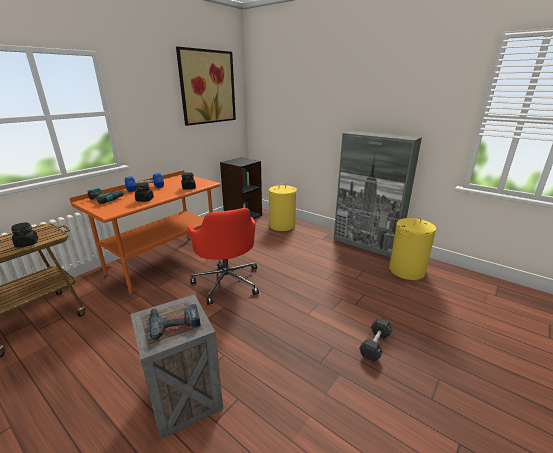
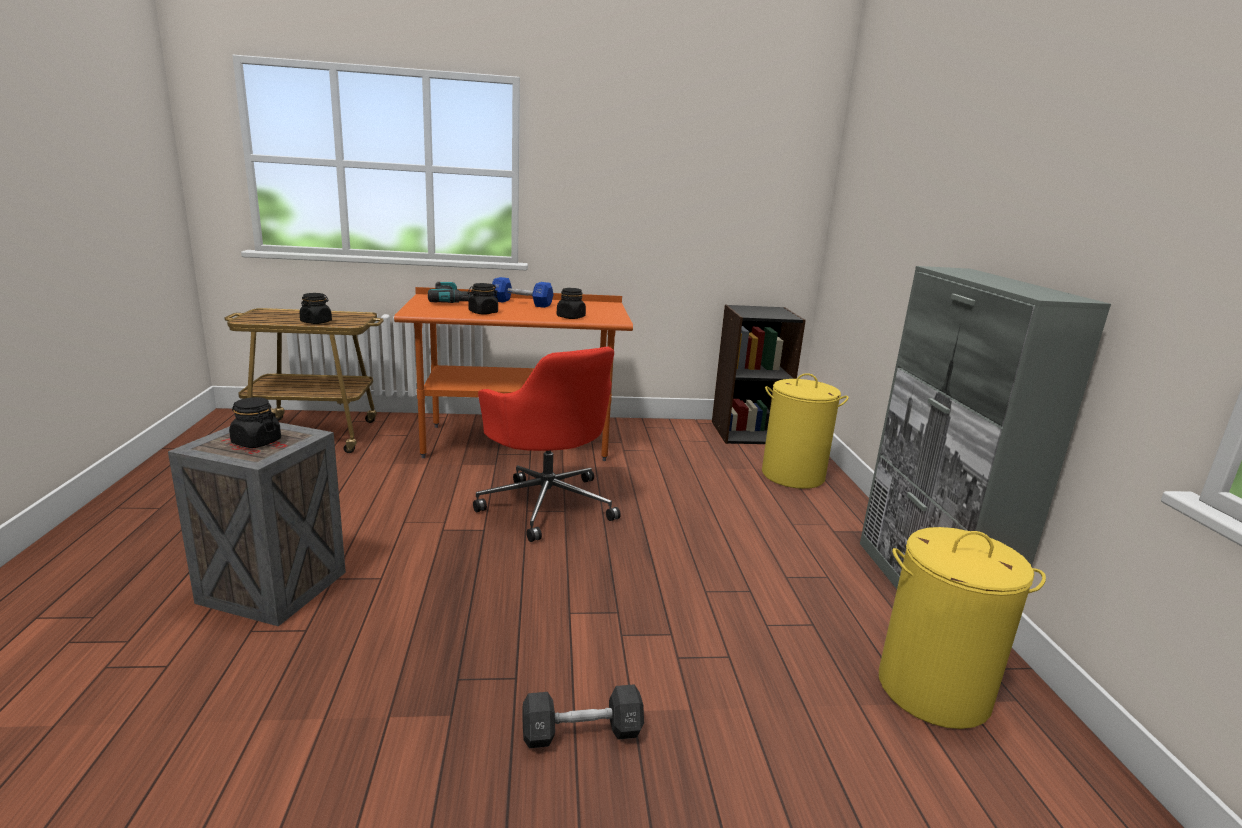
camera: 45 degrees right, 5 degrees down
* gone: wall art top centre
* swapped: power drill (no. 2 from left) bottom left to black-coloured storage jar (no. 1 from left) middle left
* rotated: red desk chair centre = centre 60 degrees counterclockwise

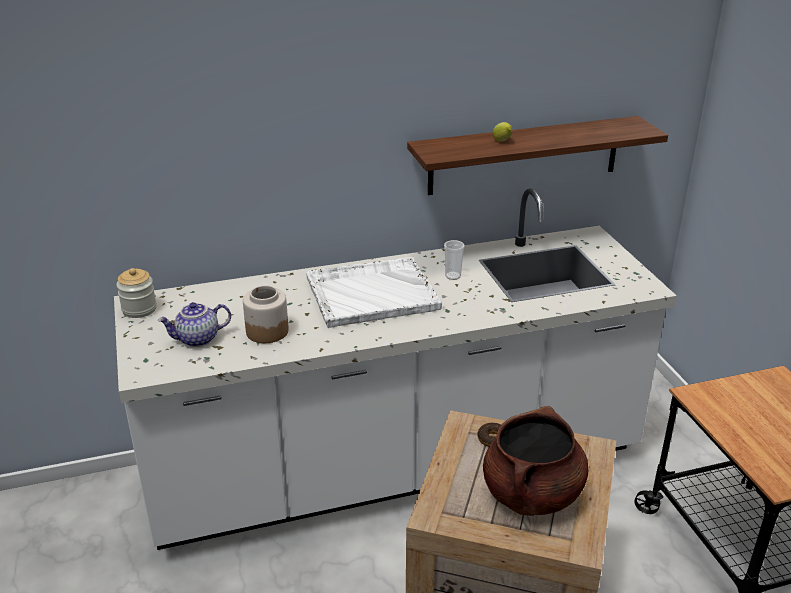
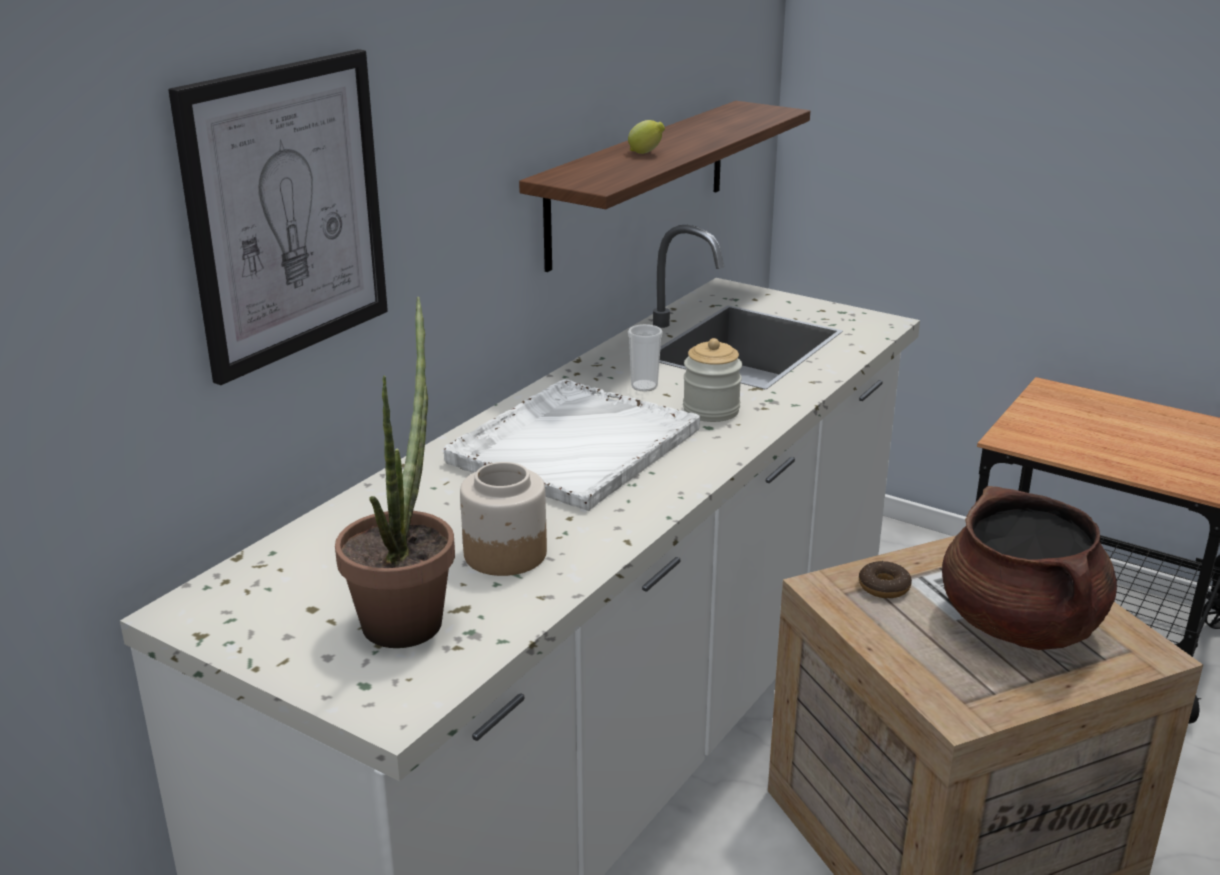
camera: 40 degrees left, 5 degrees down
* new: wall art top left
* shifted: storage jar (no. 1 from left in the first image) middle left to storage jar (no. 2 from left) centre
* swapped: pot for tea middle left to plant in a pot middle left

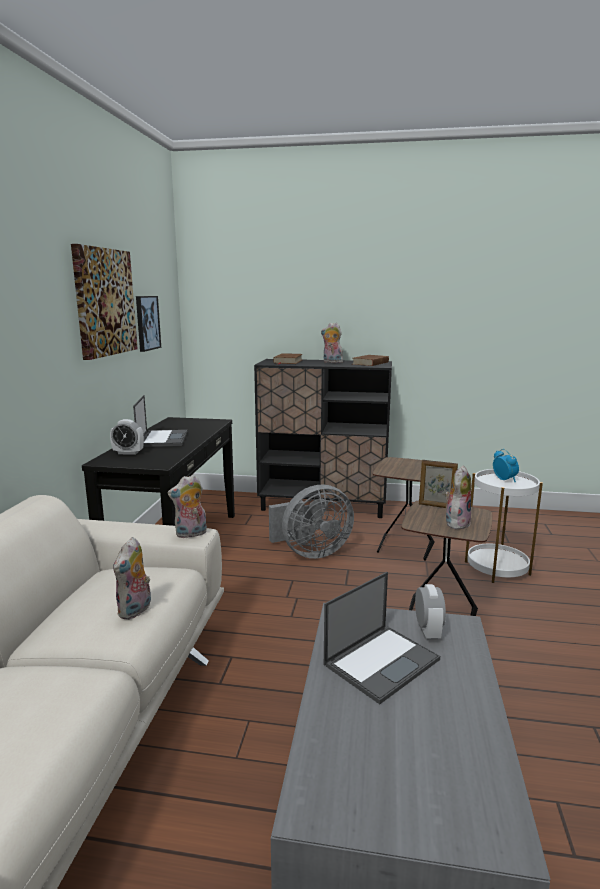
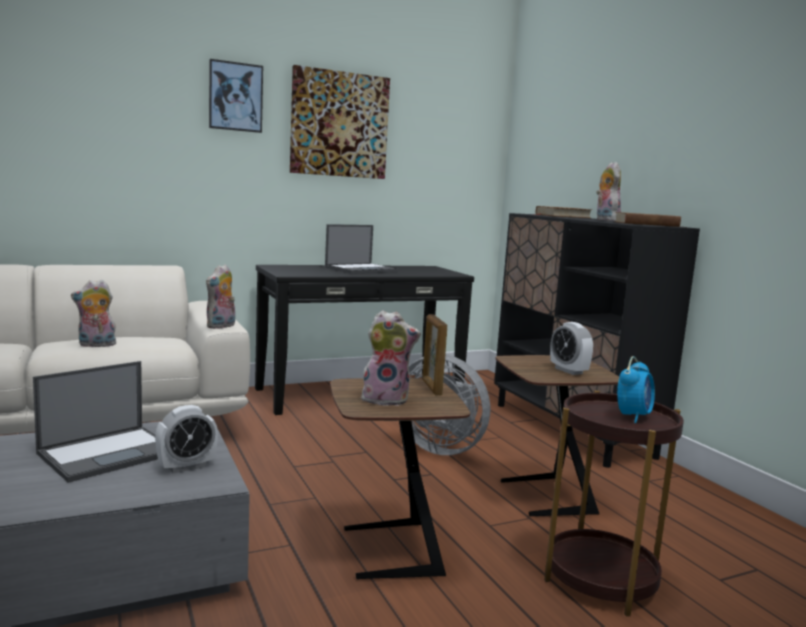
camera: 55 degrees right, 5 degrees down
* shifted: bedside clock (no. 1 from left in the first image) middle left to bedside clock (no. 2 from left) middle right
* shifted: wall art (no. 2 from left in the first image) middle left to wall art (no. 1 from left) top left
* repainted: whitish side table middle right to brown side table (no. 3 from left) bottom right
* rotated: plush toy (no. 2 from left) middle left = middle left 90 degrees counterclockwise
* rotated: notebook computer (no. 2 from left in the first image) bottom centre = bottom left 60 degrees counterclockwise

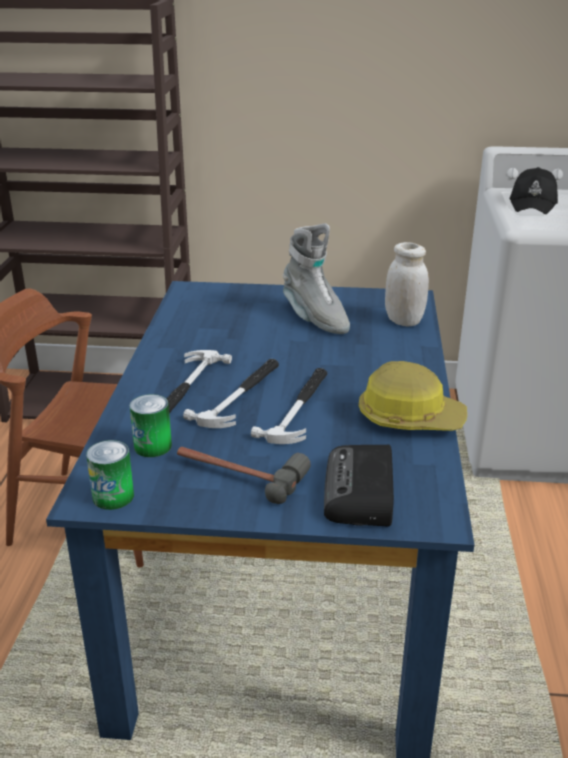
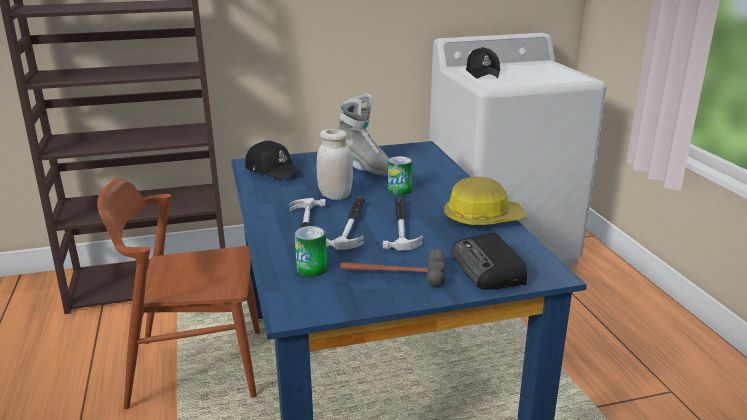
camera: 20 degrees left, 5 degrees down
* new: black-coloured cap (no. 1 from left) centre
* shifted: sealed can (no. 1 from left in the first image) middle left to sealed can (no. 2 from left) centre
* shifted: whitish storage jar middle right to centre

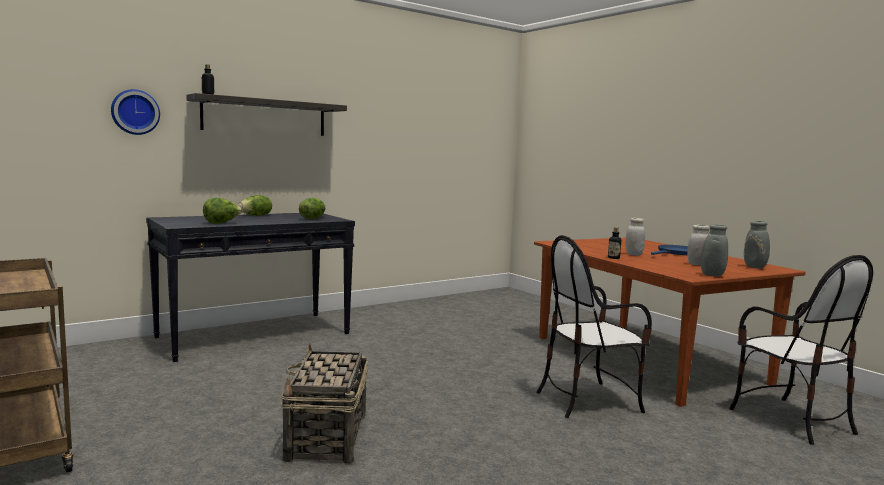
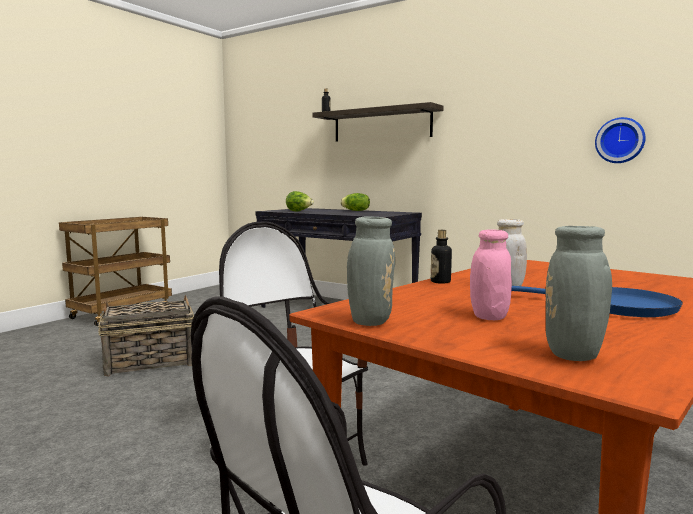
camera: 70 degrees right, 0 degrees up
* gone: lettuce head (no. 3 from left) centre
* shifted: wall clock top left to top right
* repainted: whitish storage jar (no. 2 from left) middle right to pink storage jar middle right

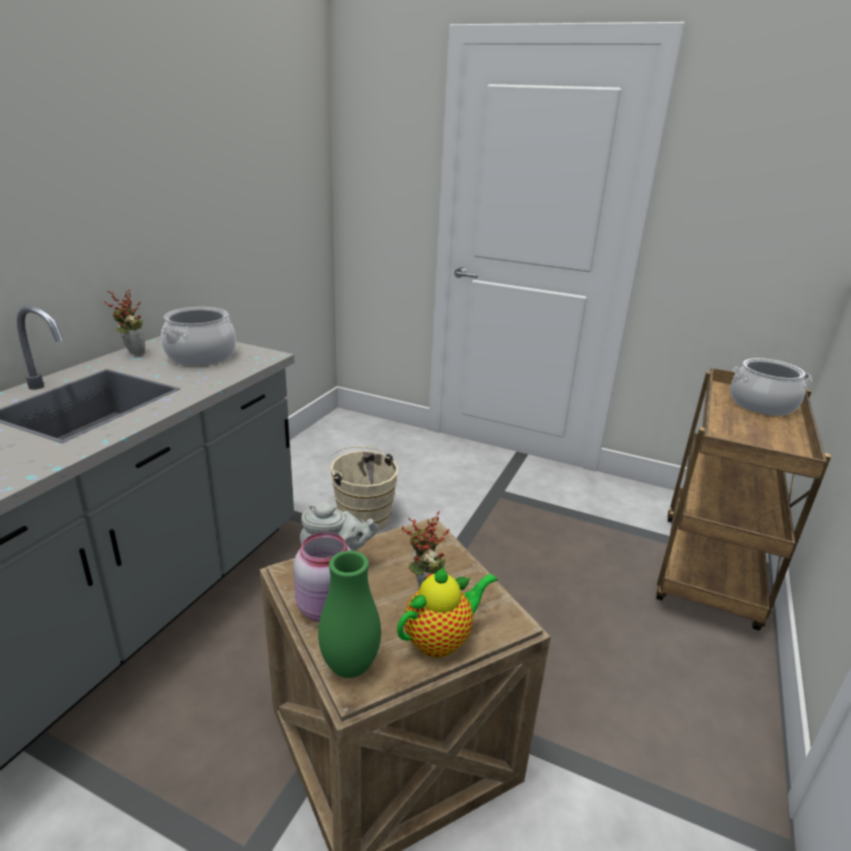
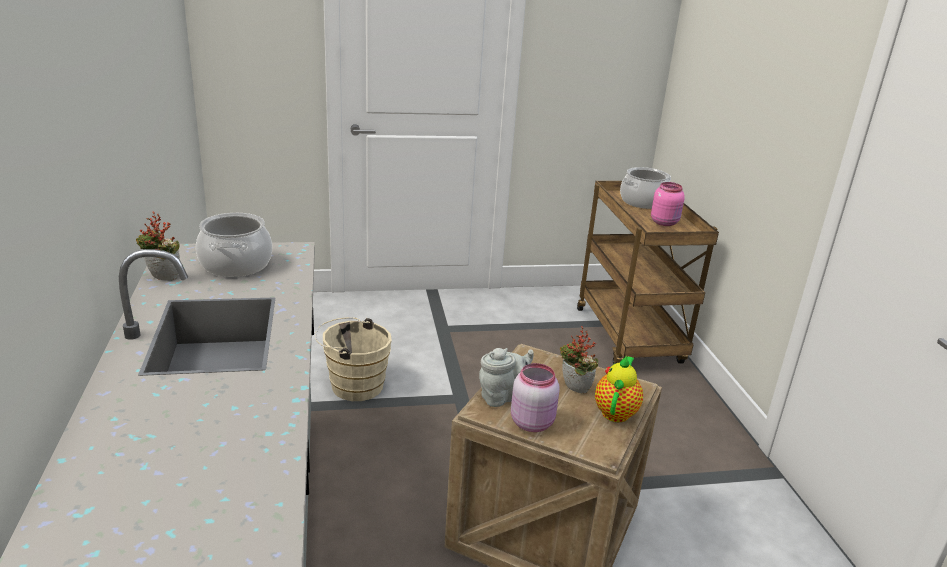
camera: 35 degrees left, 0 degrees up
* gone: greenish decorative vase bottom centre
* new: pink storage jar (no. 2 from left) middle right

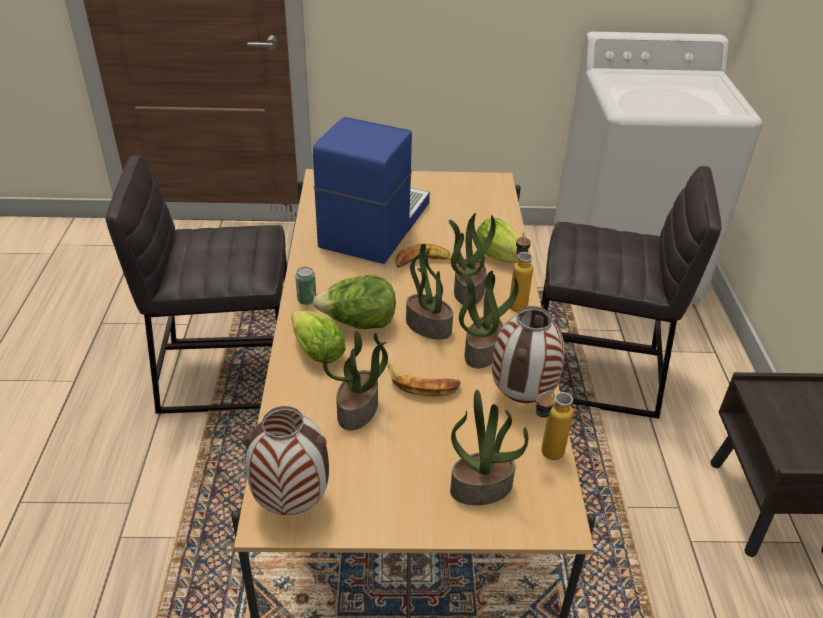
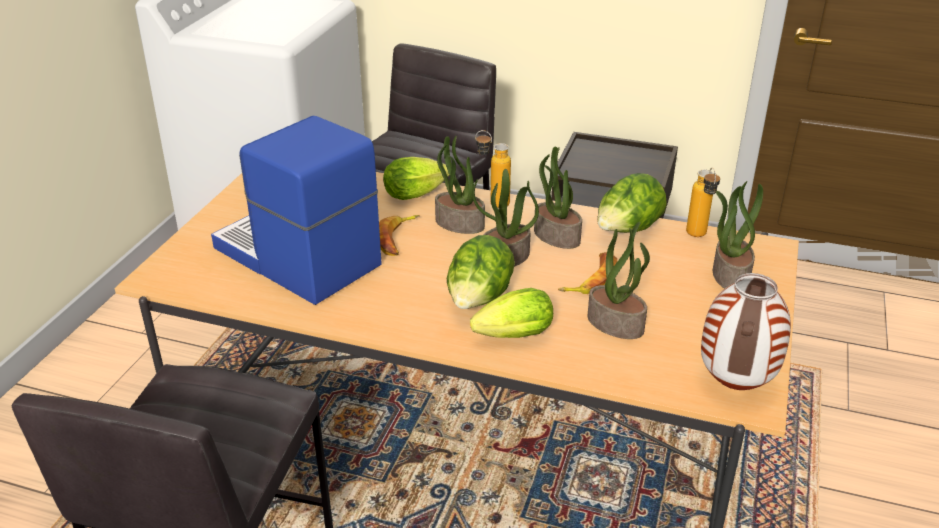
camera: 70 degrees left, 5 degrees down
* gone: sealed can centre
* swapped: decorative vase (no. 2 from left) centre to lettuce head (no. 4 from left) middle right

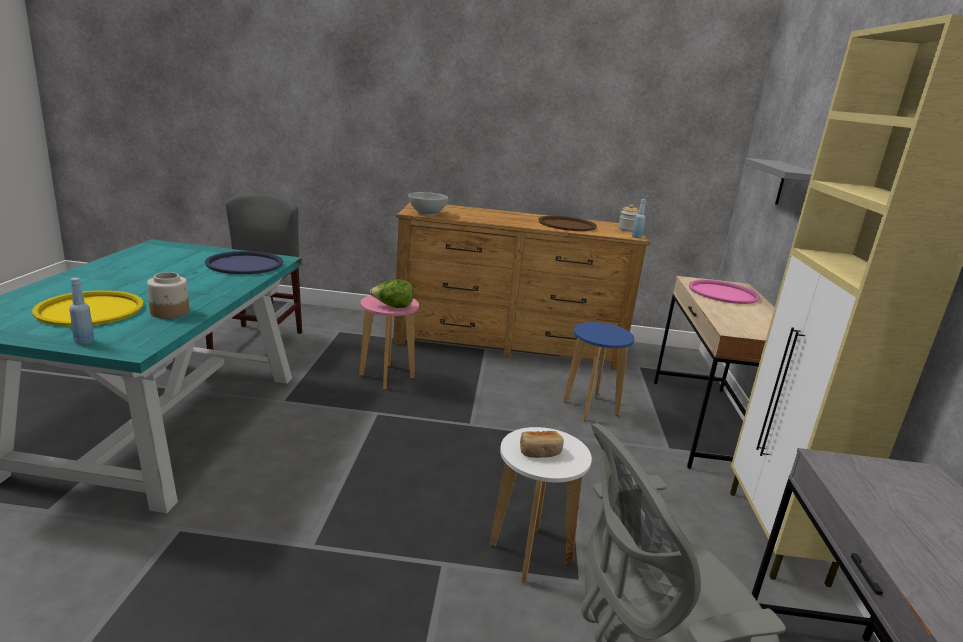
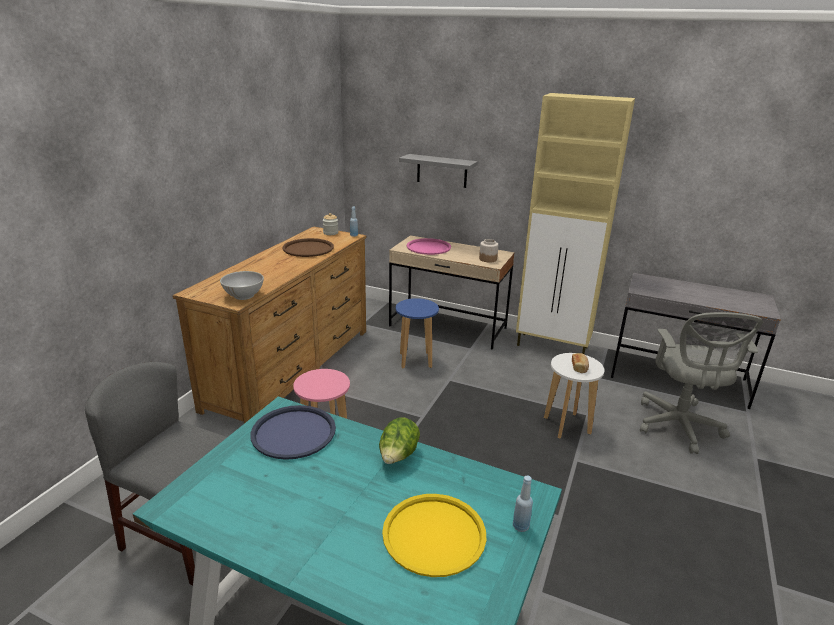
camera: 70 degrees left, 5 degrees up
* shifted: storage jar (no. 1 from left in the first image) middle left to storage jar (no. 2 from left) centre
* shifted: lettuce head centre to bottom centre

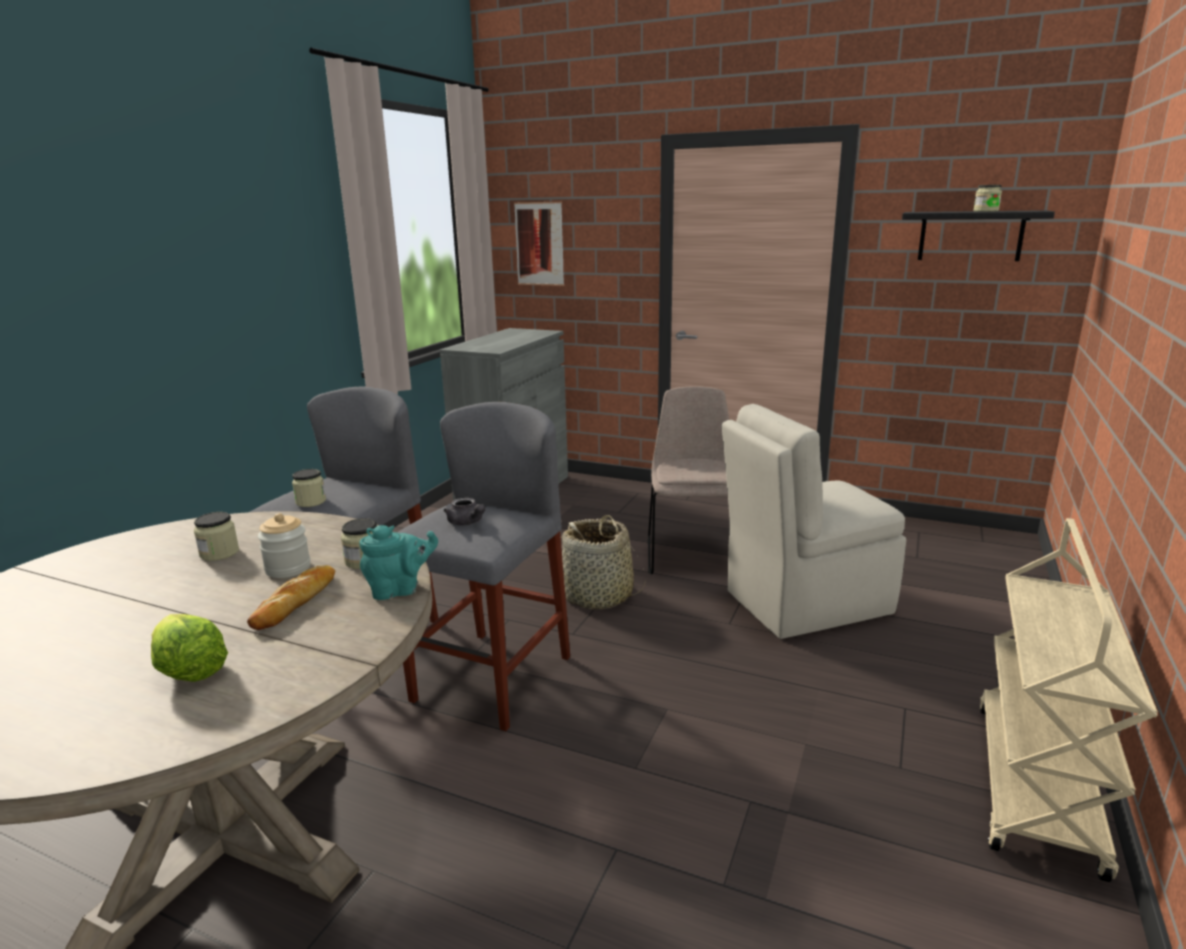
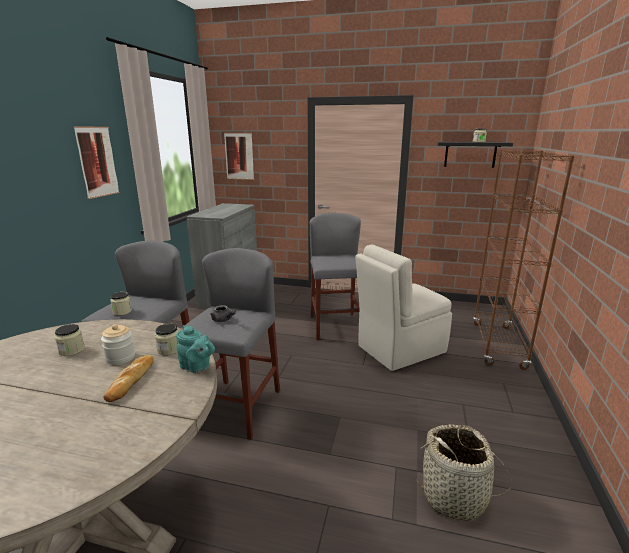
camera: 10 degrees left, 0 degrees up
* gone: lettuce head bottom left
* gone: beige trolley bottom right
* new: wall art (no. 1 from left) top left
* new: brown bookcase middle right
* shifted: storage basket centre to bottom right
* swapped: beige plain chair (no. 1 from left) centre to greyish stool (no. 3 from left) centre
* rotated: turquoise-coloured pot for tea centre = middle left 60 degrees clockwise

